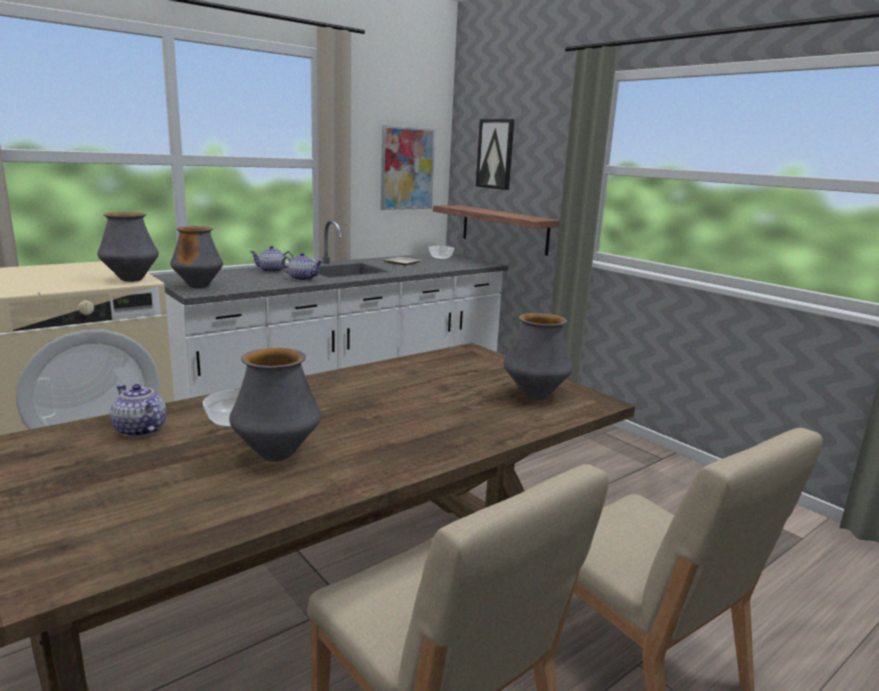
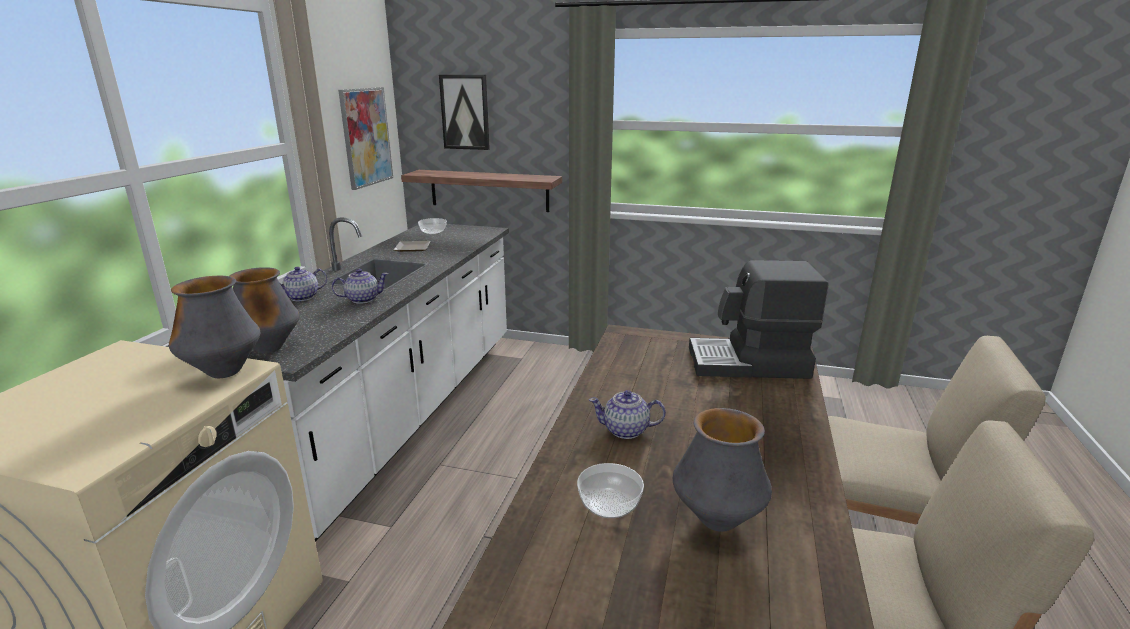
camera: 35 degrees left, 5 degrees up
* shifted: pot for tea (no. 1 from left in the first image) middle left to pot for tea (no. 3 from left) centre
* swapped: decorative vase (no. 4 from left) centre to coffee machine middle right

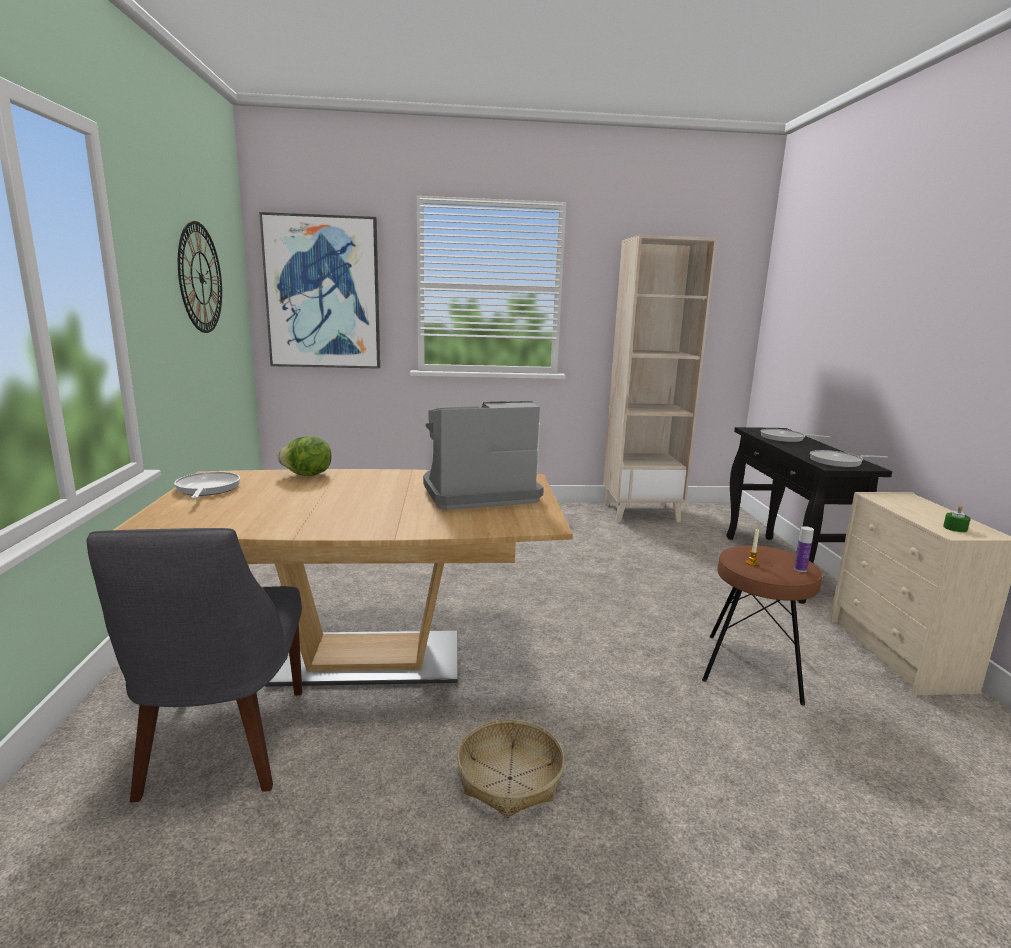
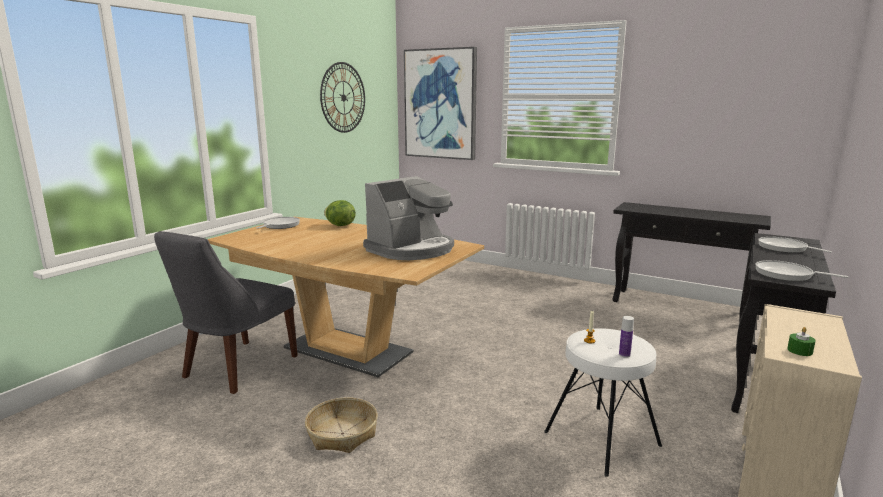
camera: 35 degrees right, 0 degrees up
* swapped: beige bookcase centre to black-coloured console table (no. 1 from left) middle right
* repainted: brown stool middle right to whitish stool bottom right
* rotated: coffee machine centre = centre 120 degrees clockwise

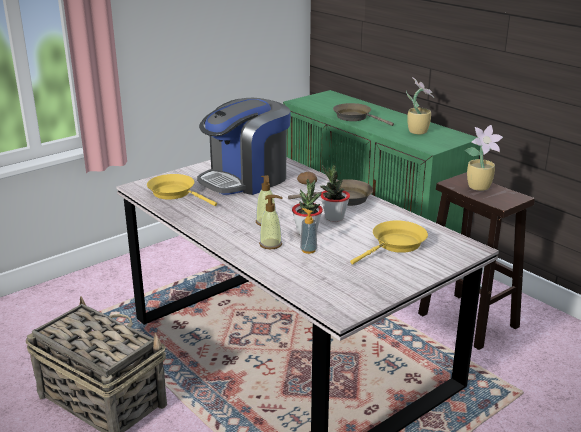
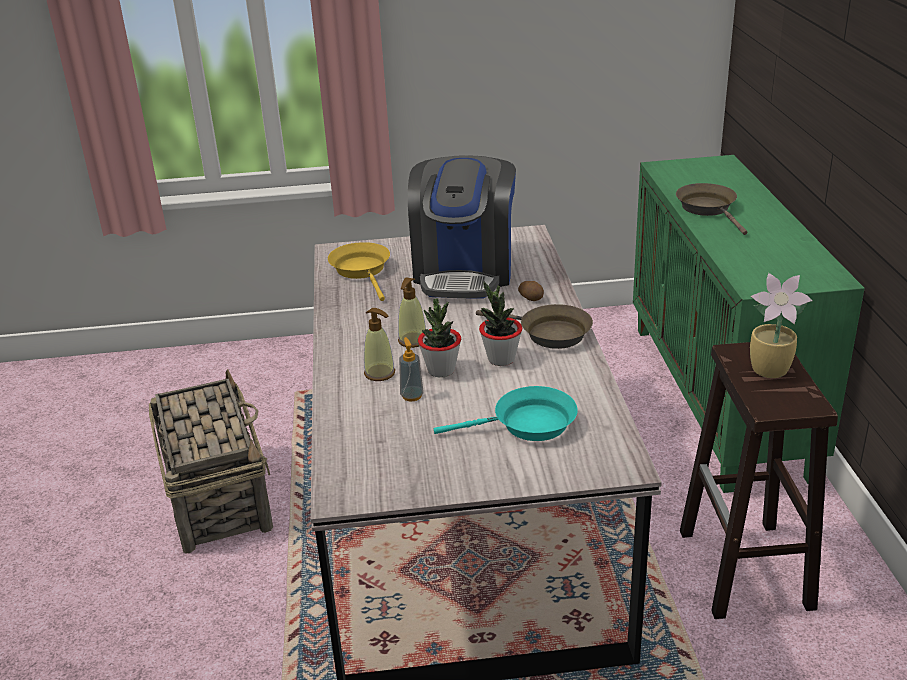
camera: 35 degrees right, 5 degrees up
* gone: plant in a pot (no. 3 from left) top right
* repainted: yellowish pan (no. 2 from left) middle right to turquoise-coloured pan centre
* rotated: coffee machine centre = centre 75 degrees counterclockwise

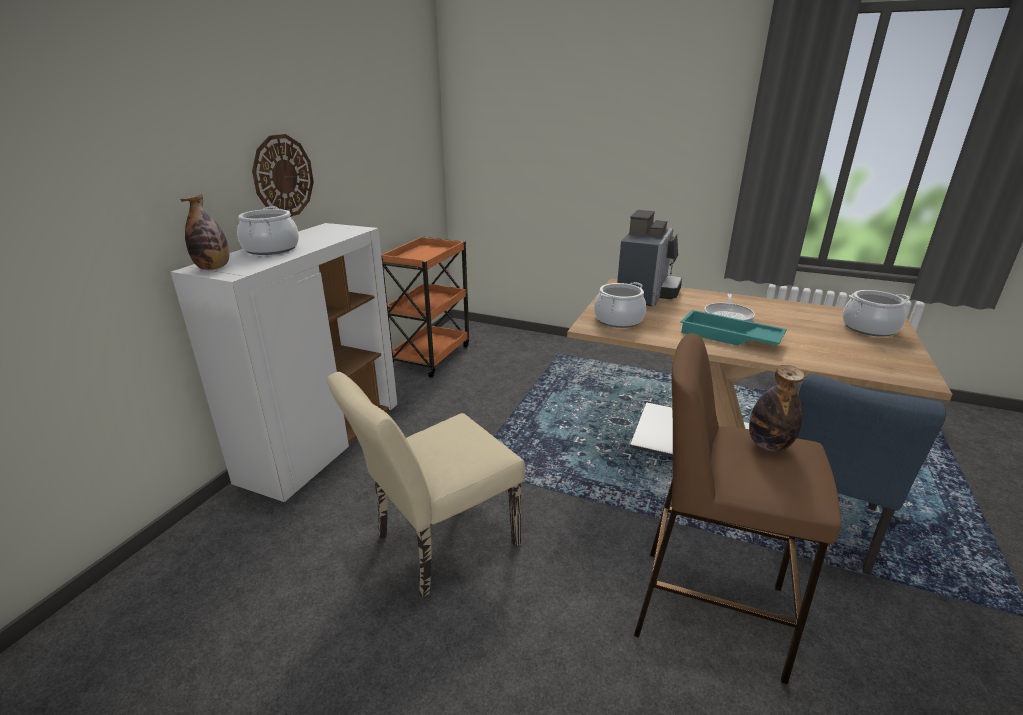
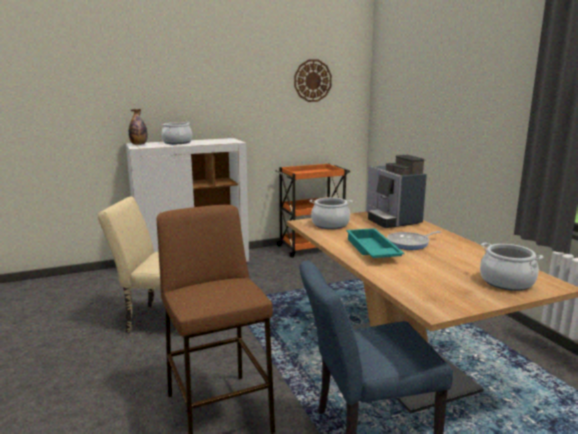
camera: 45 degrees right, 10 degrees down
* gone: beverage bottle (no. 2 from left) middle right
* shifted: wall clock top left to top centre
* rotated: coffee machine centre = middle right 90 degrees clockwise

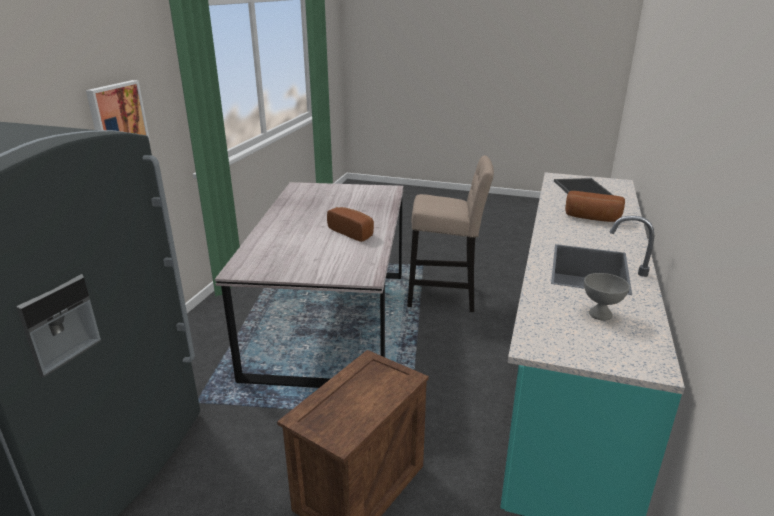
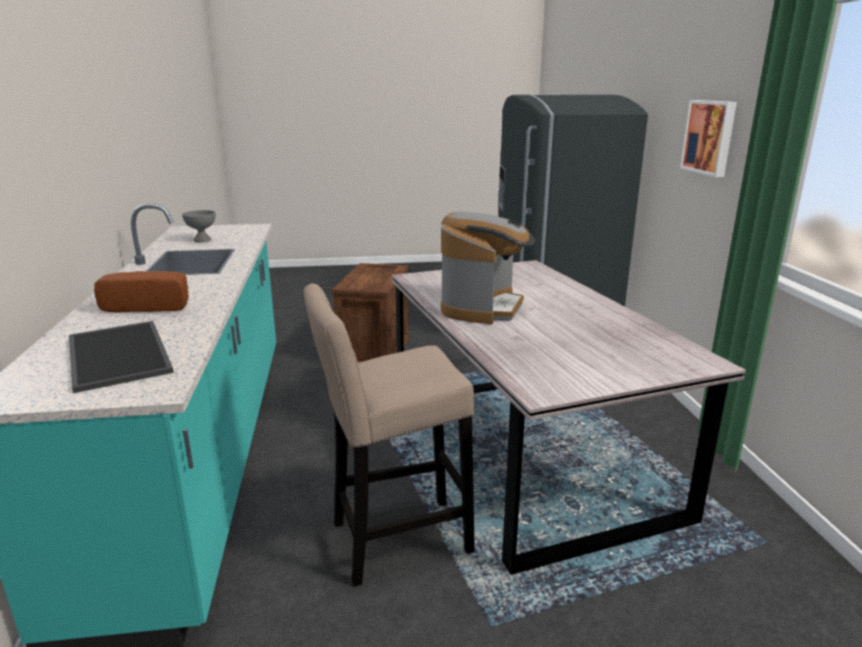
camera: 155 degrees right, 5 degrees down
* swapped: bread (no. 1 from left) centre to coffee machine centre

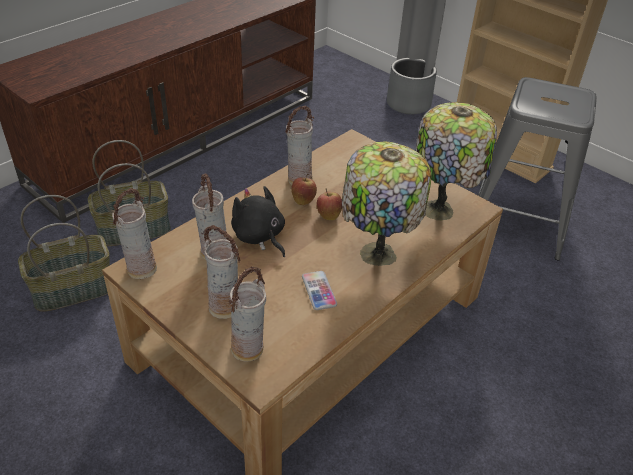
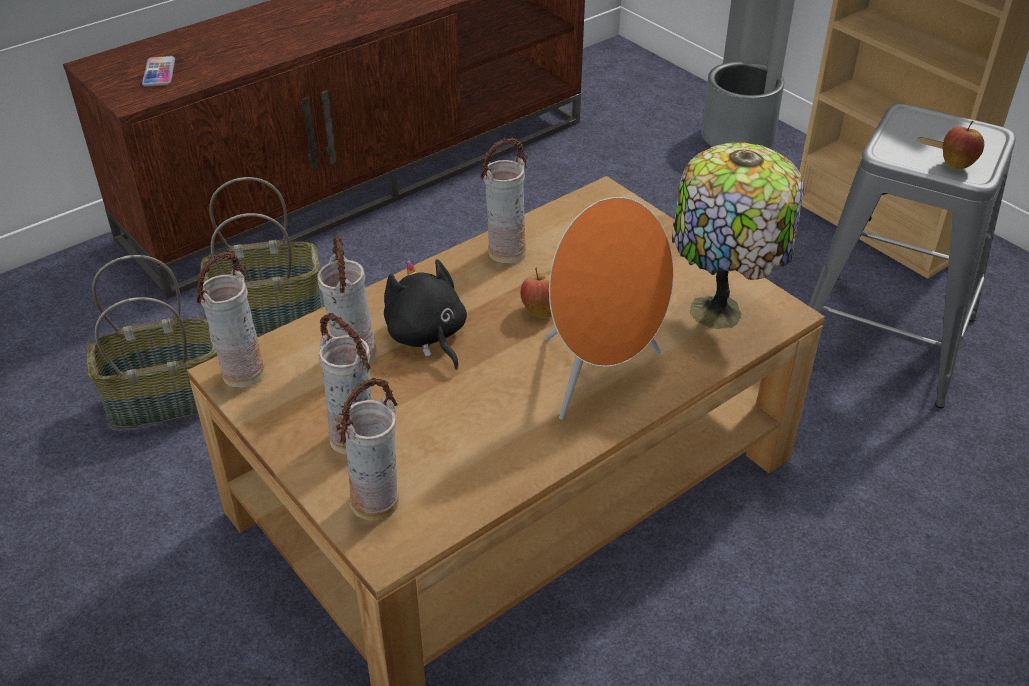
camera: 10 degrees right, 0 degrees up
* shifted: apple fruit (no. 1 from left in the first image) centre to apple fruit (no. 2 from left) top right
* shifted: telephone centre to top left
* swapped: lamp for a table (no. 1 from left) centre to orange-coloured audio speaker centre

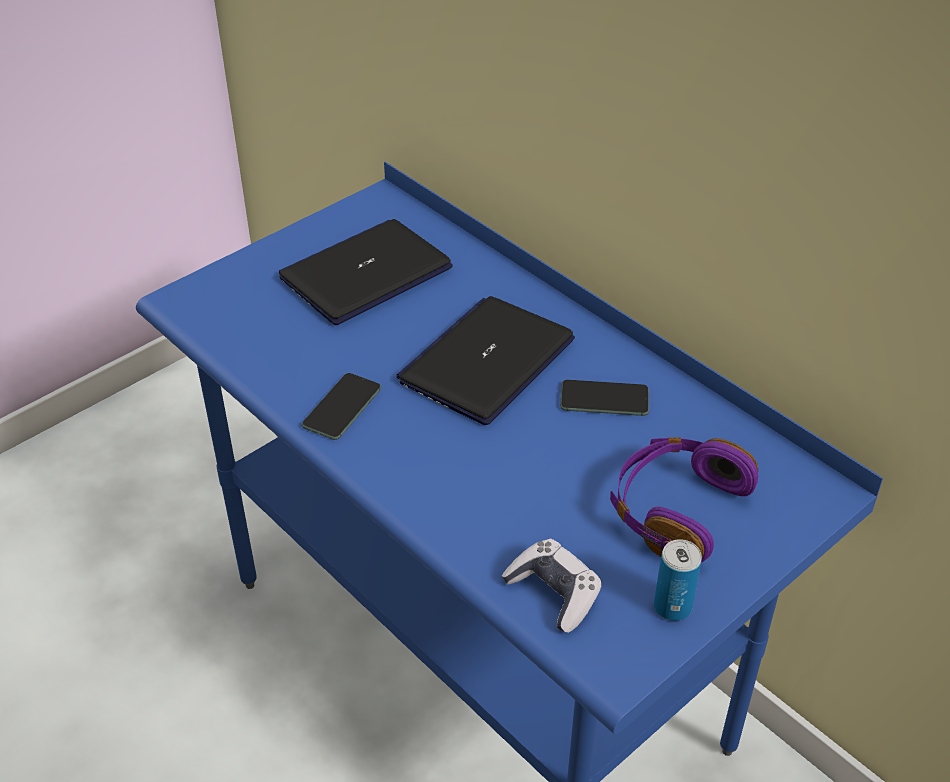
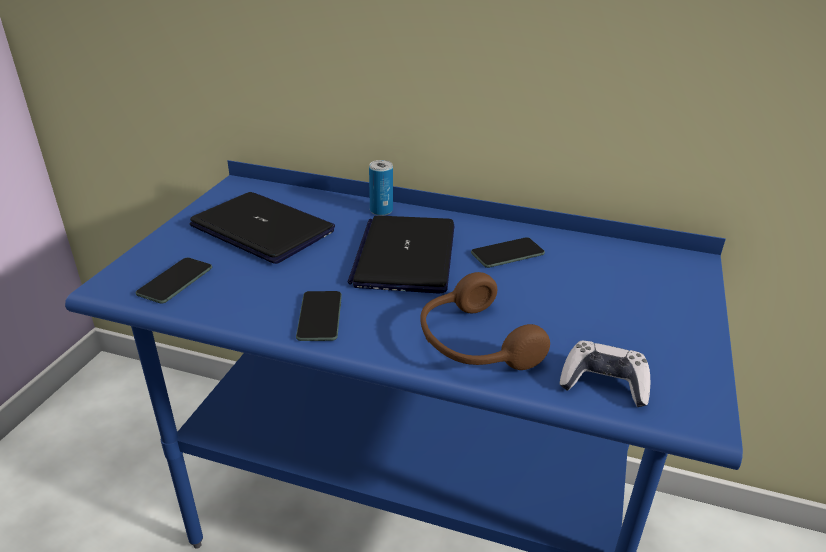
camera: 30 degrees left, 10 degrees down
* gone: purple headphones middle right
* new: telephone (no. 1 from left) middle left
* new: brown headphones centre
* shifted: sealed can bottom right to centre
* rotated: notebook computer (no. 1 from left) centre = middle left 105 degrees clockwise

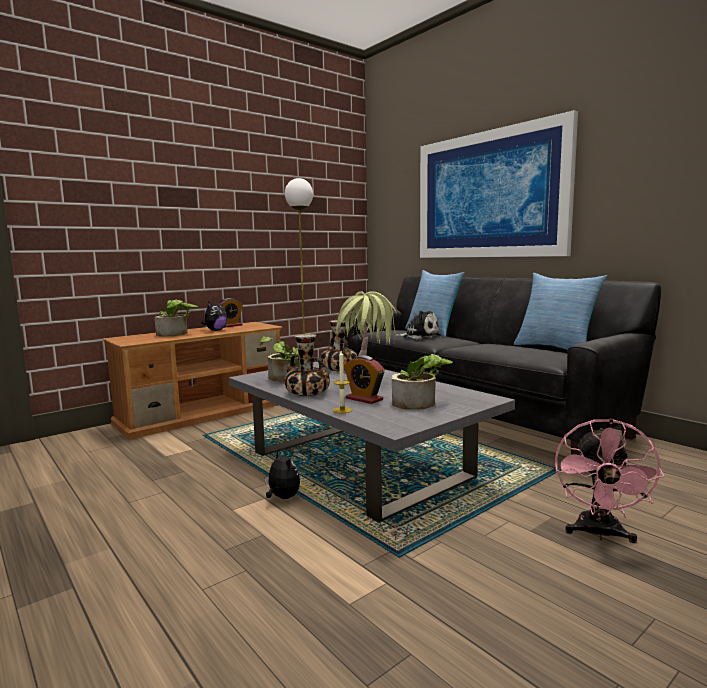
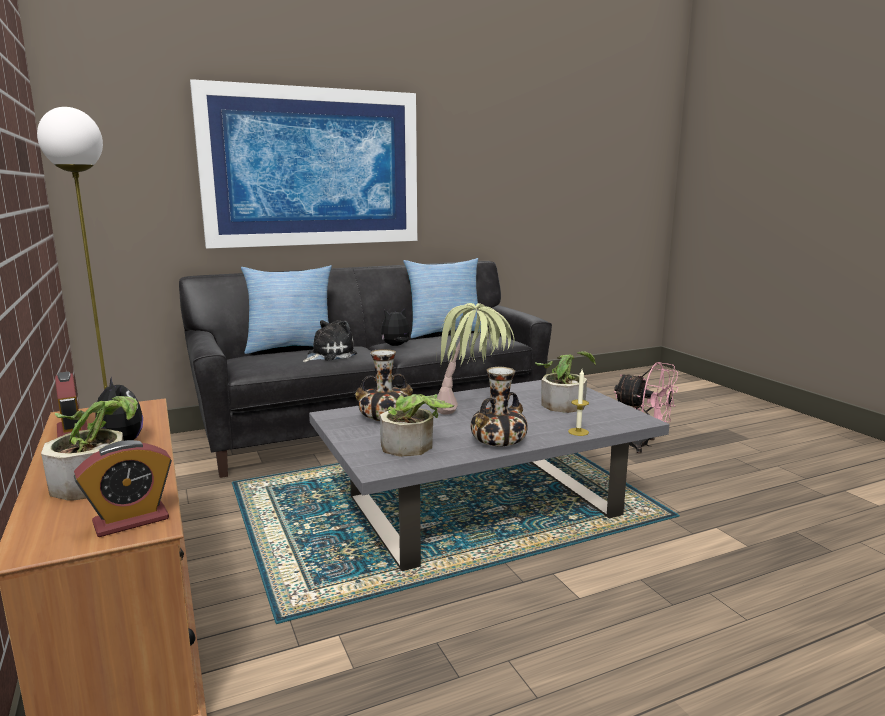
camera: 75 degrees left, 5 degrees up
* shifted: plush toy (no. 2 from left in the first image) bottom centre to plush toy (no. 3 from left) centre
* shifted: bedside clock (no. 2 from left) centre to bottom left

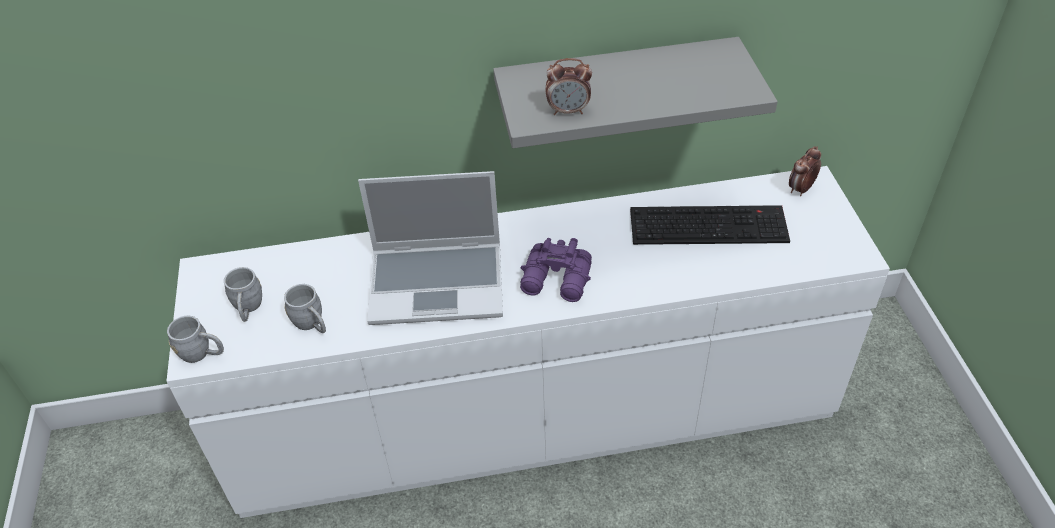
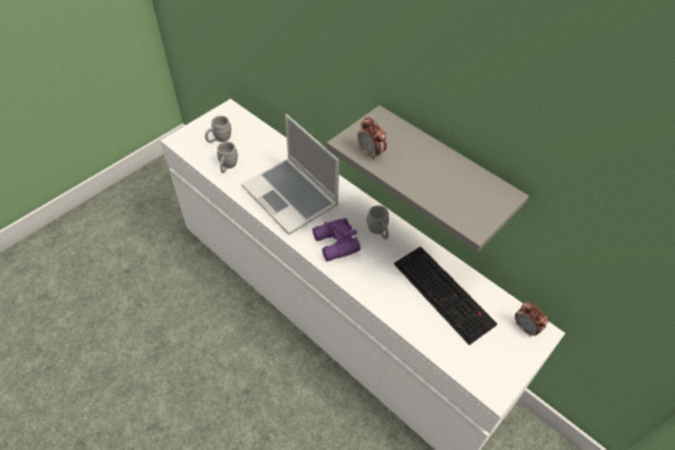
camera: 50 degrees right, 5 degrees up
* shifted: greyish coffee mug (no. 1 from left in the first image) middle left to greyish coffee mug (no. 3 from left) centre
* rotated: bedside clock (no. 2 from left) top right = bottom right 135 degrees counterclockwise

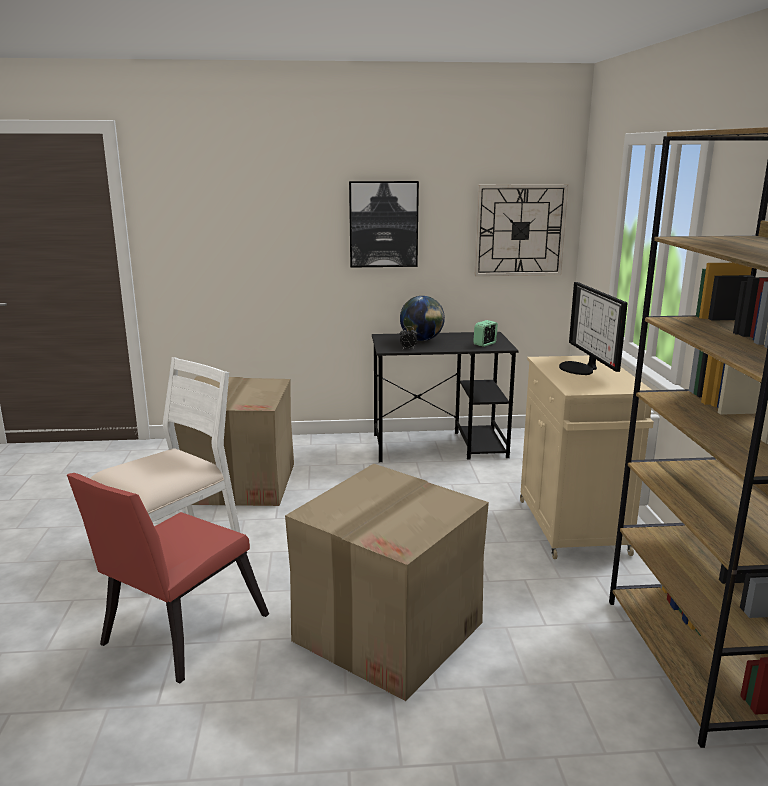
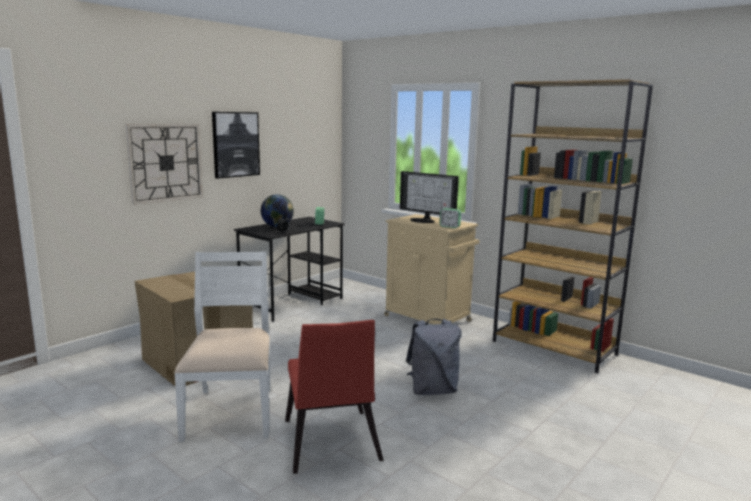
camera: 45 degrees left, 5 degrees down
* new: bedside clock (no. 3 from left) centre
* shifted: wall clock top right to top left
* swapped: packing box (no. 2 from left) bottom centre to greyish backpack bottom centre

